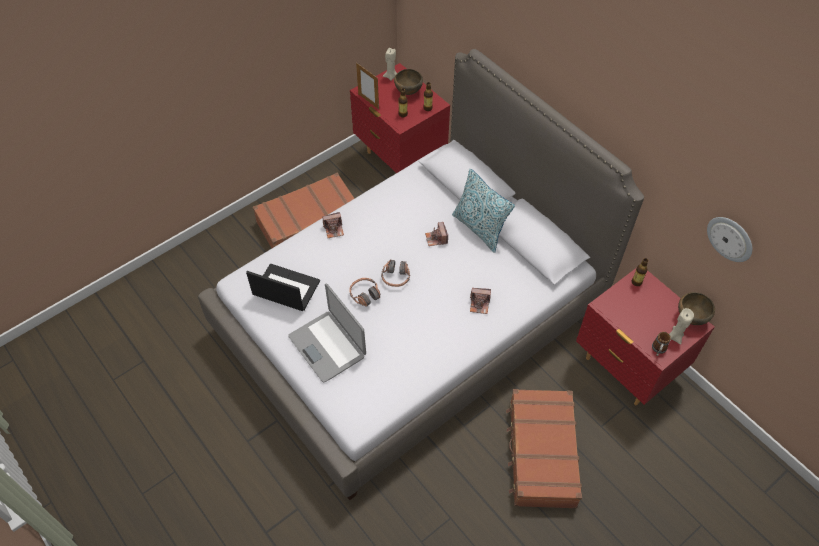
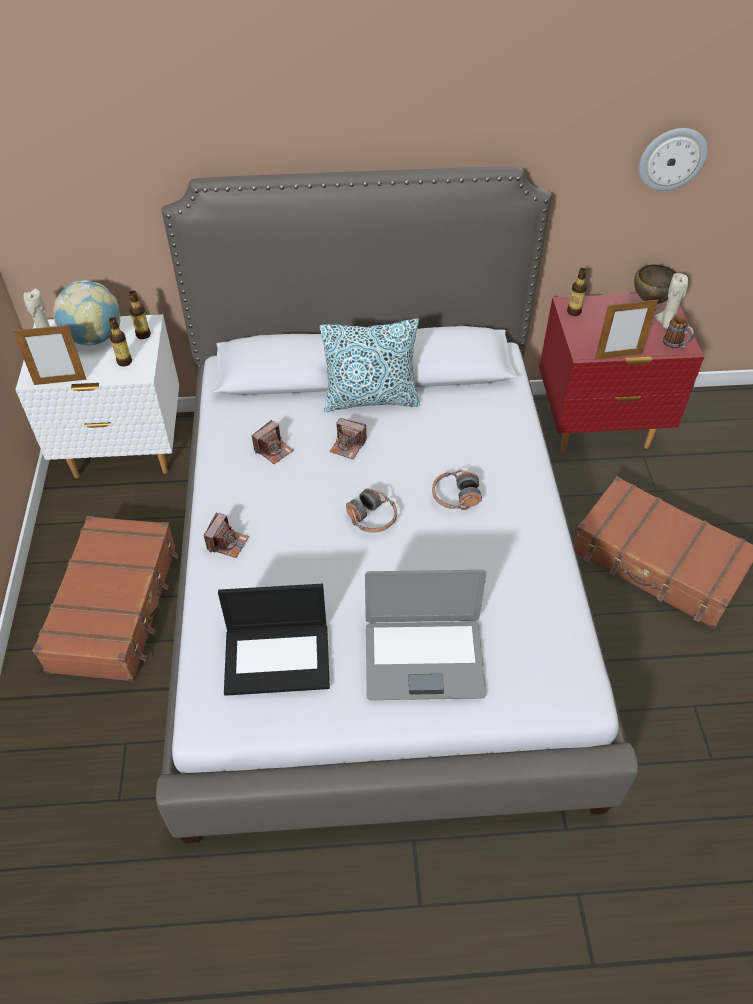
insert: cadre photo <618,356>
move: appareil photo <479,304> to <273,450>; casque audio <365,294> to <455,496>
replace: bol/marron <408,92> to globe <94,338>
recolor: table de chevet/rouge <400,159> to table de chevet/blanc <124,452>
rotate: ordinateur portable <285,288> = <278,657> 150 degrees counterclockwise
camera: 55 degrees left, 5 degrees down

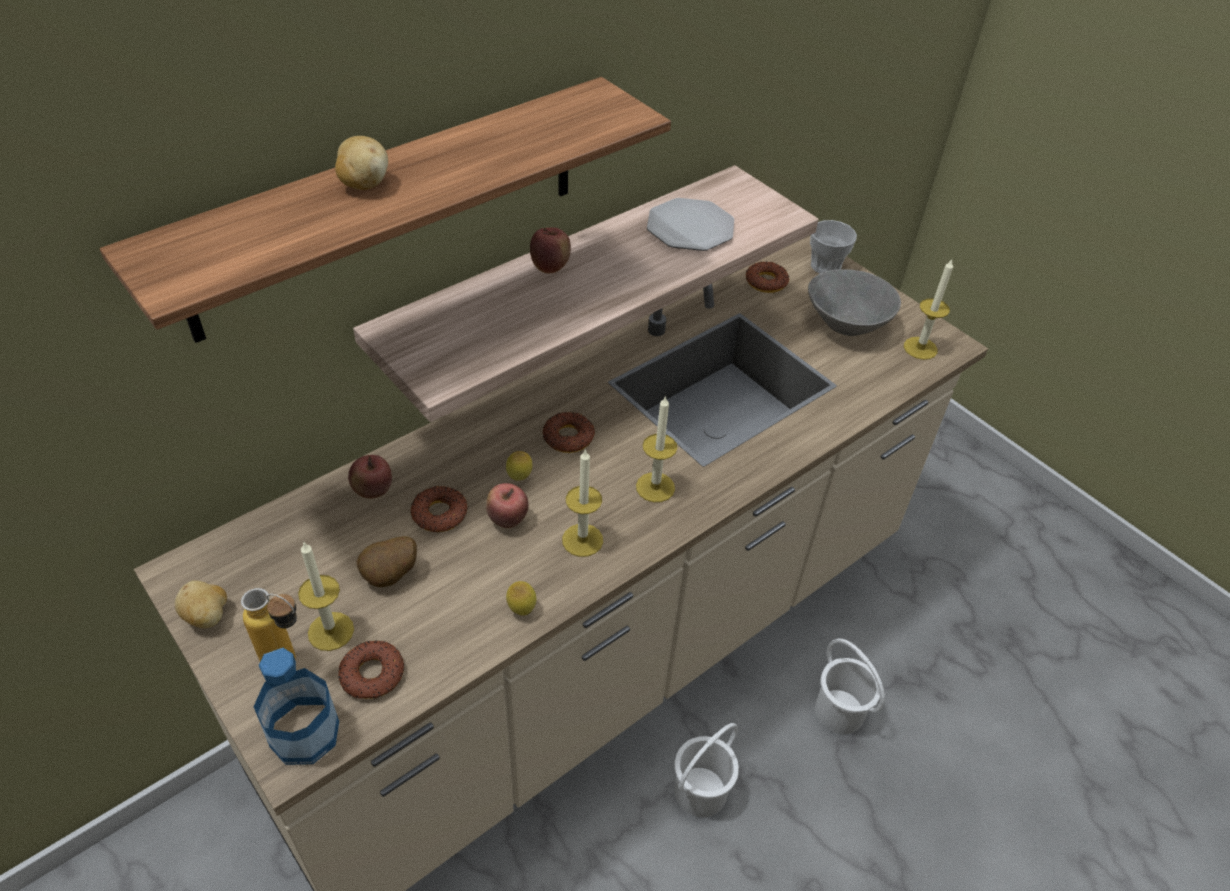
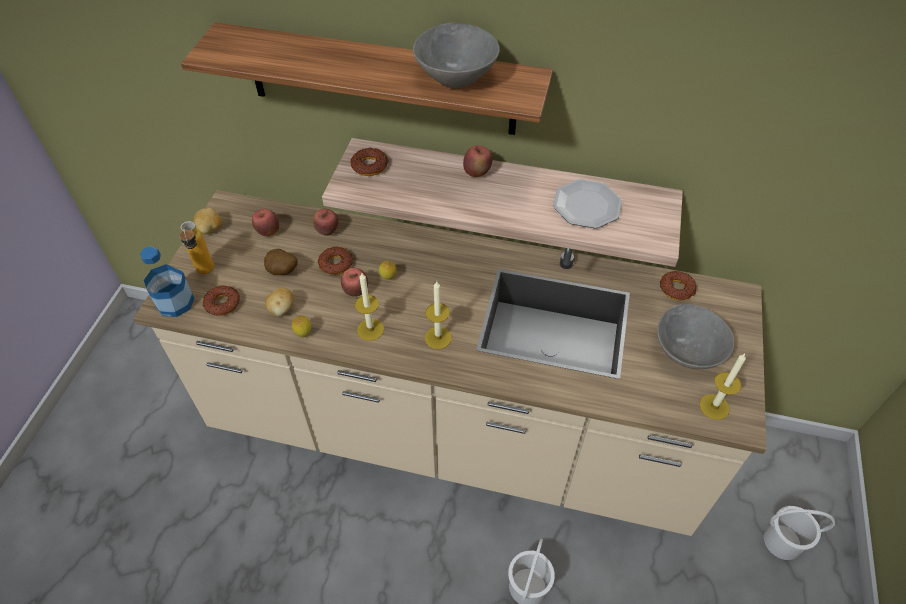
delete: bougie <331,631>; tasse <825,266>
insert: pomme <268,232>; bol/gris <456,78>
move: pomme de terre <363,184> to <282,309>; beignet <568,437> to <369,166>; seau/blanc <699,791> to <782,541>
camera: 55 degrees right, 5 degrees up

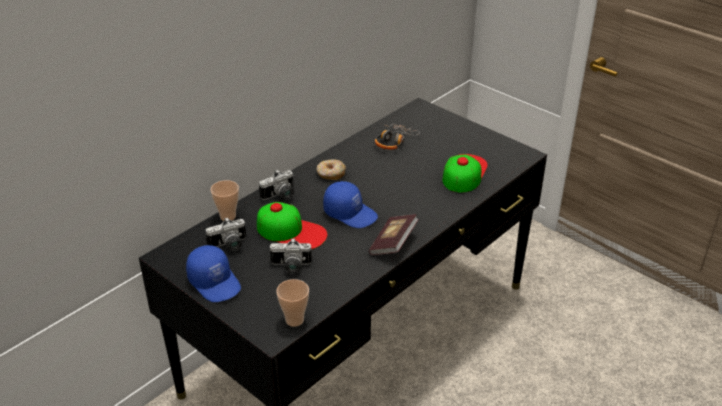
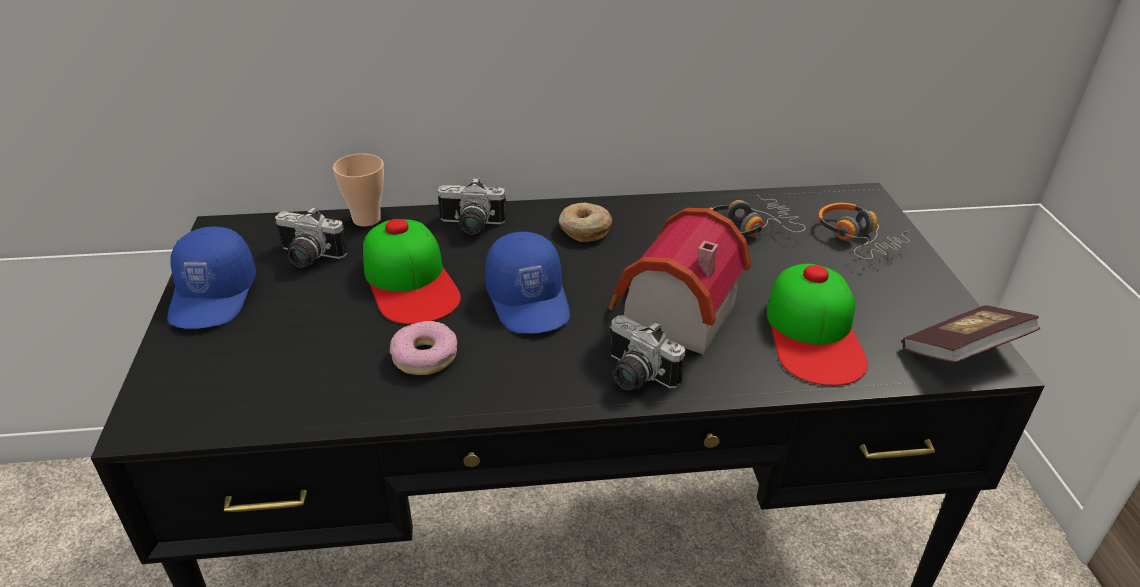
delete: tasse <294,320>
insert: beignet <424,356>; maison miniature <671,316>; casque audio <857,238>
move: appareil photo <290,267> to <634,376>; livre <393,244> to <962,352>
rotate: casquette <464,173> = <814,334> 120 degrees clockwise
camera: 40 degrees right, 0 degrees up

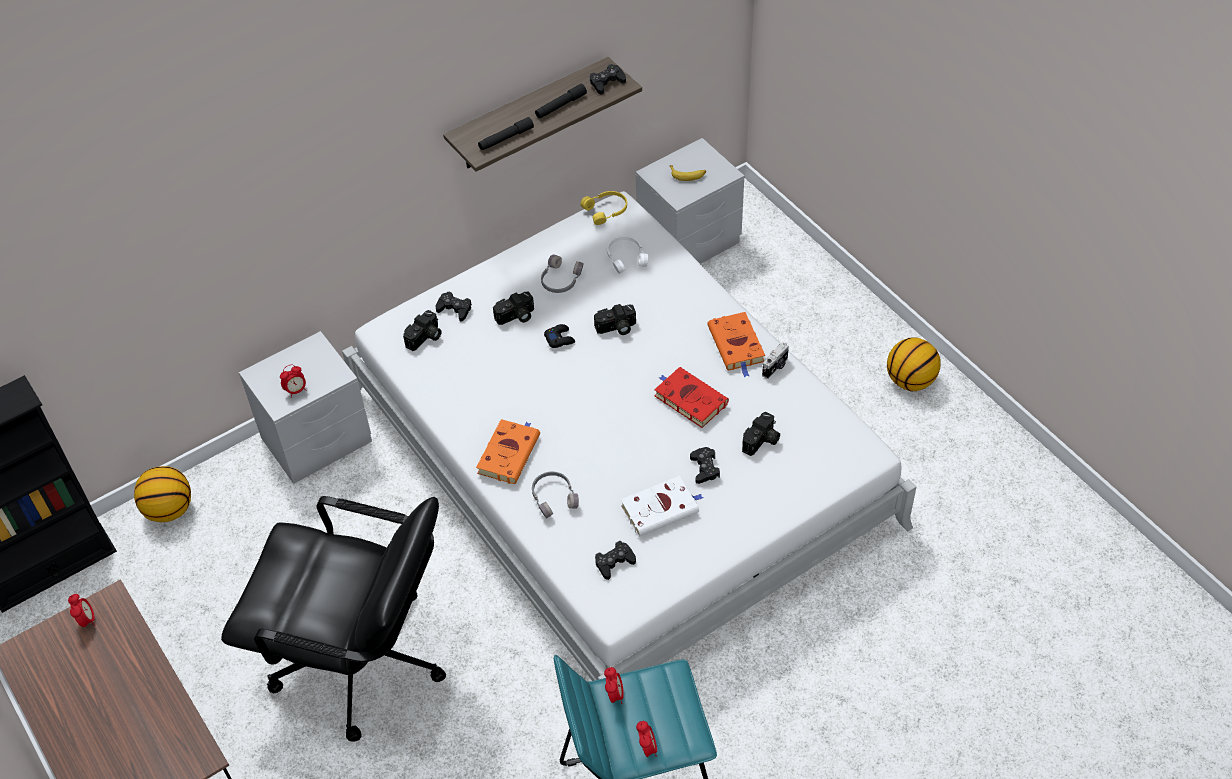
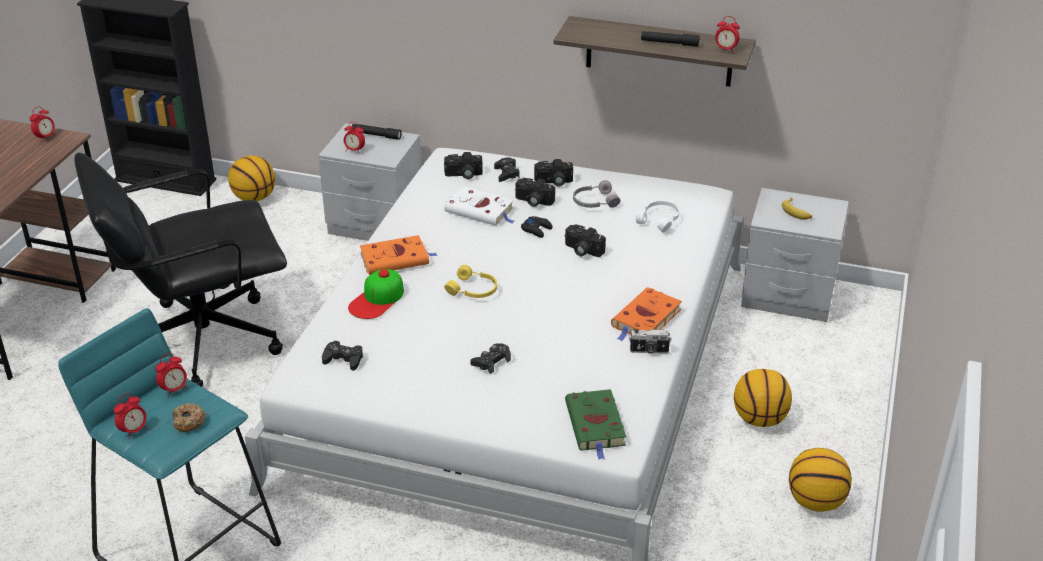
delete: livre/rouge <689,399>
insert: beignet <188,422>; livre/vert <596,426>; ballon de basket <759,419>
move: lampe de poche/noir <506,138> to <376,135>; livre/blanc <661,508> to <481,211>; casque audio/jaune <606,211> to <473,290>; appareil photo <762,441> to <553,182>
replace: casque audio/gris <554,497> to casquette <377,299>; manette/noir <607,82> to réveil <725,50>
rotate: chaise de bureau/noir <361,663> = <202,340> 90 degrees clockwise
camera: 50 degrees right, 15 degrees down

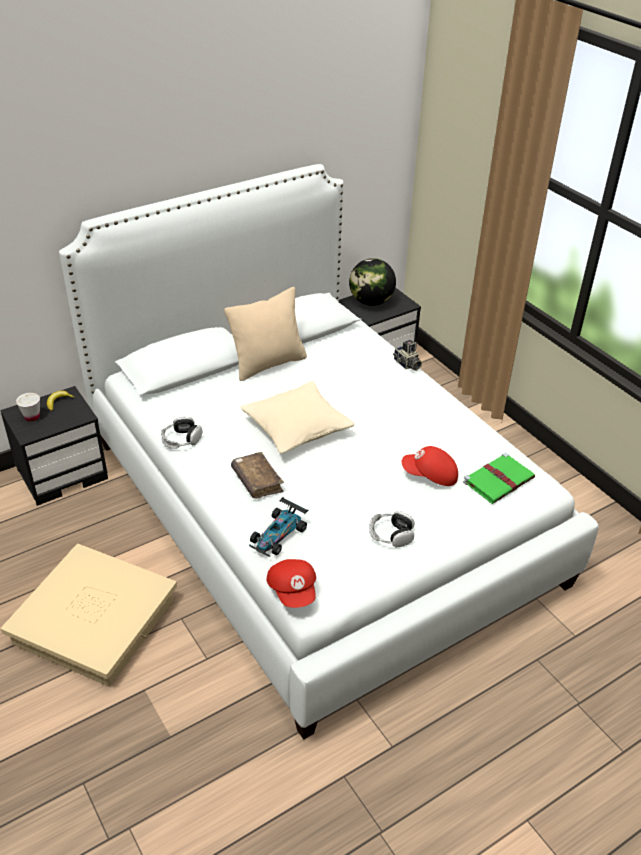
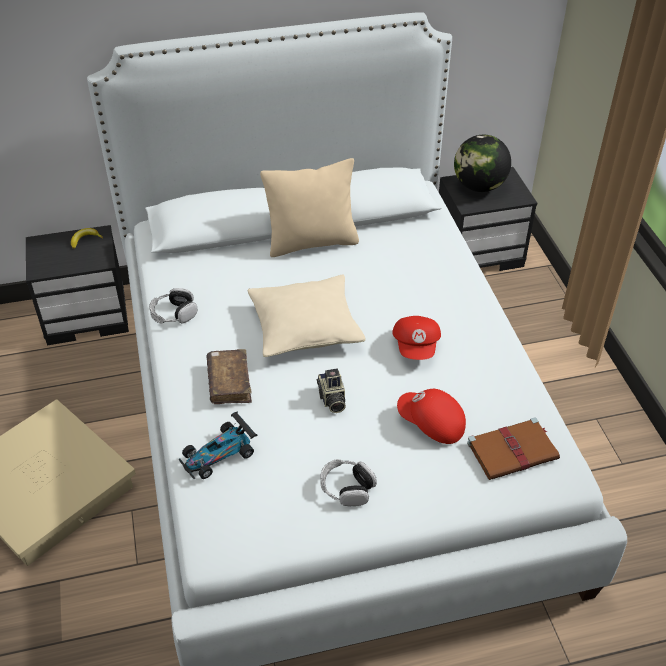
delete: tasse/blanc <32,417>
move: appareil photo <407,364> to <331,399>; casquette/rouge <293,590> to <416,346>
recolor: livre/vert <499,480> to livre/marron <513,450>
camera: 20 degrees right, 5 degrees up

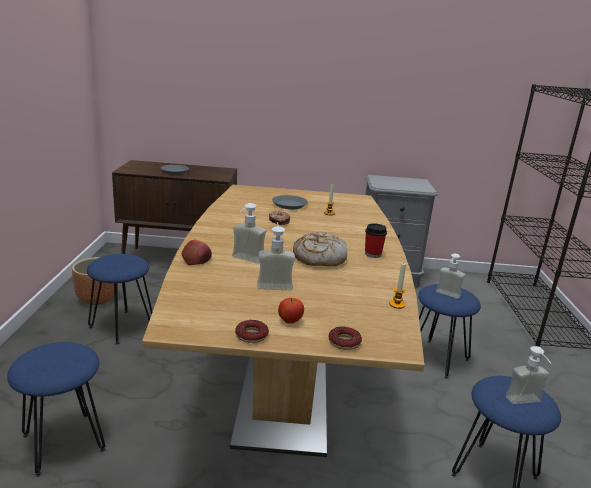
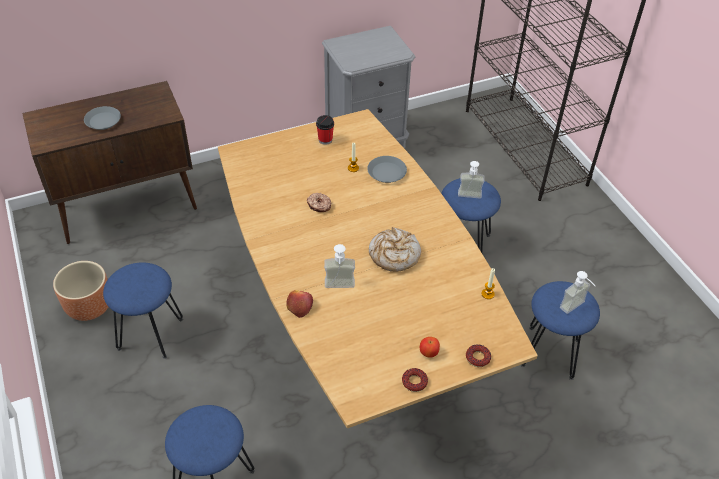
delete: distributeur de savon <274,284>
move: tasse <373,254> to <325,140>; assiette/gris <289,205> to <386,172>
camera: 25 degrees left, 25 degrees up

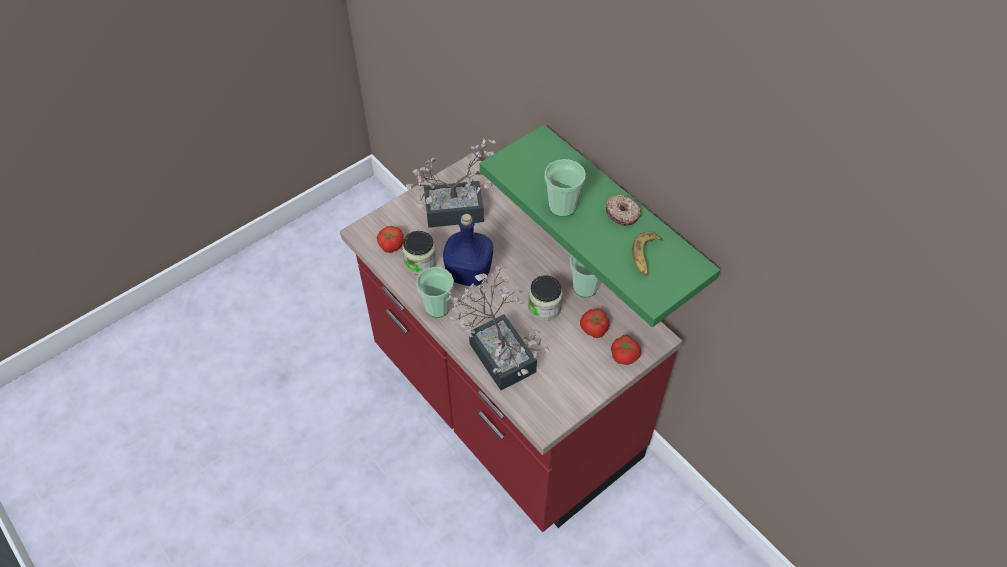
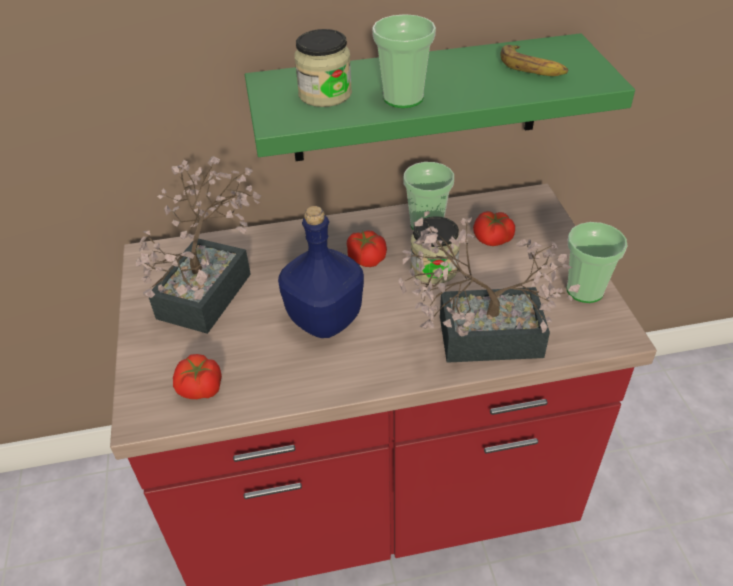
delete: beignet <622,213>
move: bocal <420,263> to <325,94>; tomate <624,355> to <367,258>; tasse <437,307> to <584,290>
camera: 60 degrees left, 10 degrees down

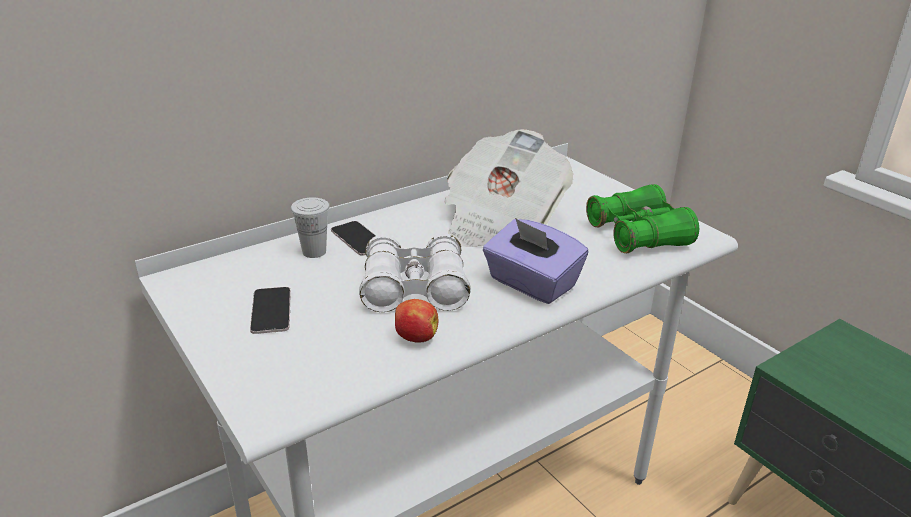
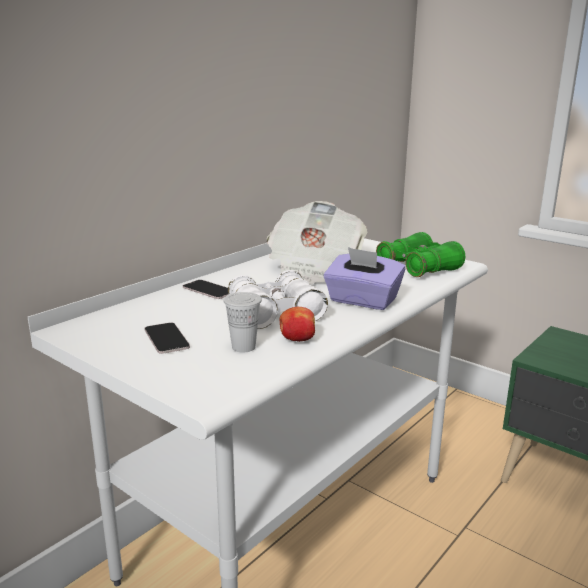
move: tasse/blanc <314,252> to <243,347>
camera: 15 degrees left, 10 degrees down

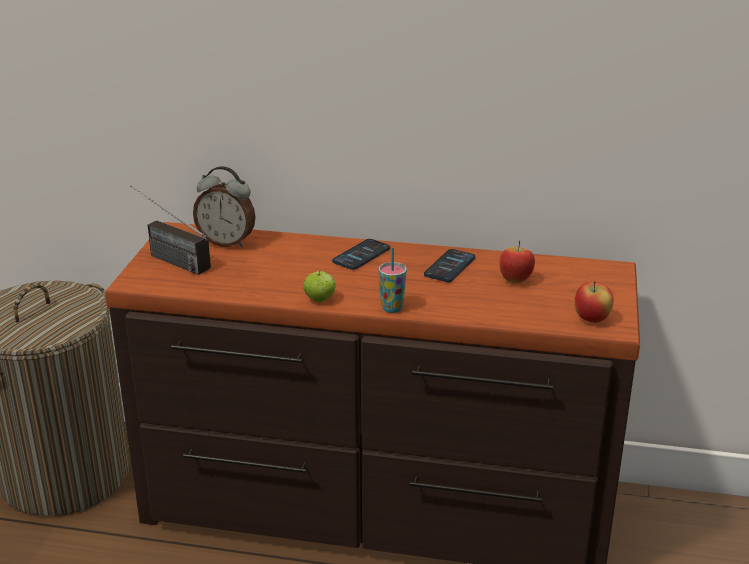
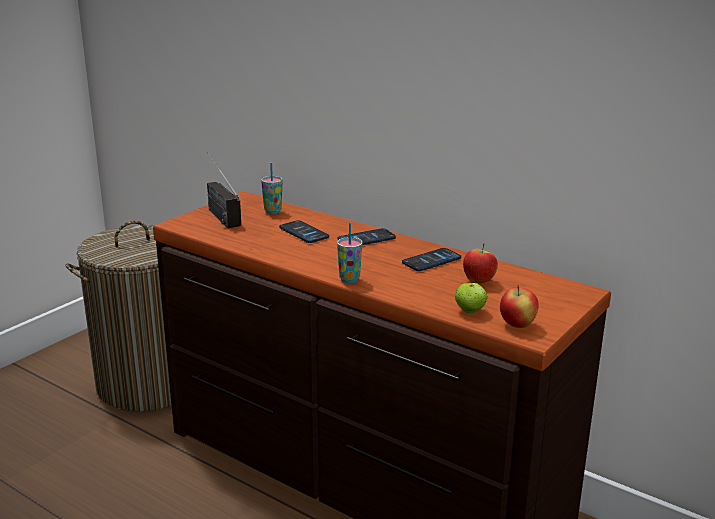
insert: téléphone <303,233>
move: pomme <319,299> to <470,311>
replace: réveil <227,242> to tasse <272,211>
camera: 25 degrees right, 5 degrees down

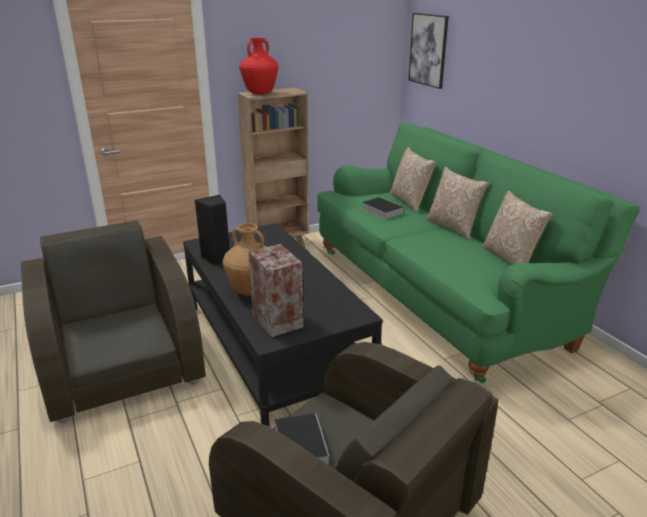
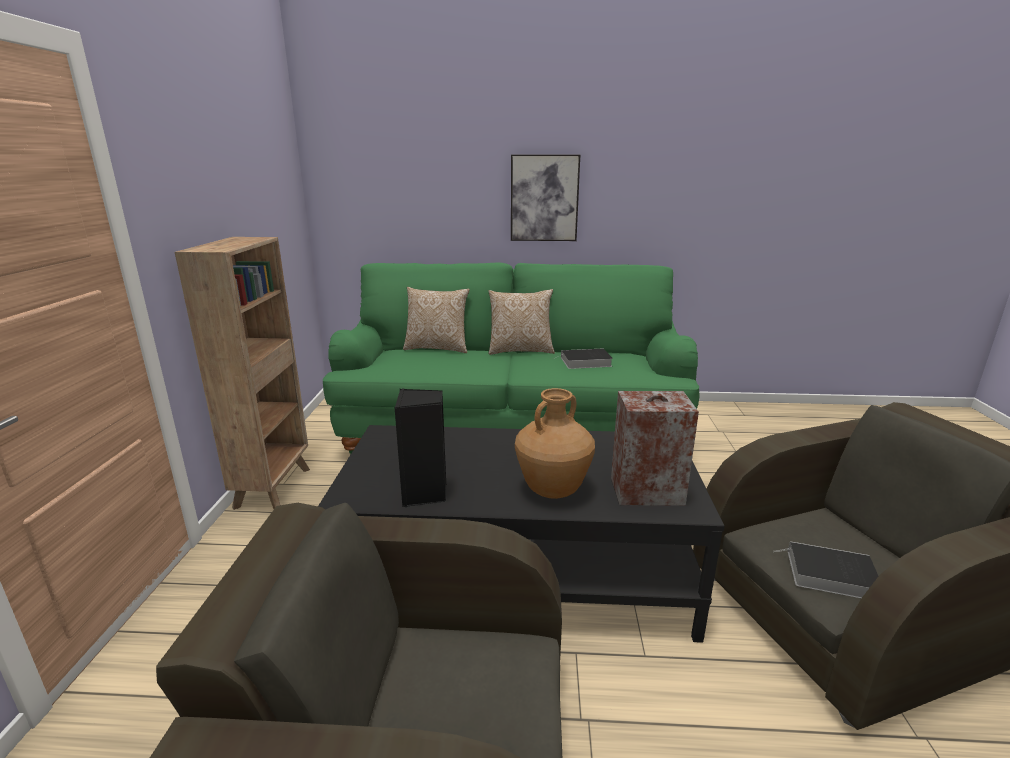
delete: vase/rouge <260,93>; coussin <510,259>
move: tableau <428,50> to <544,198>; livre <381,210> to <584,362>
camera: 60 degrees left, 5 degrees down

